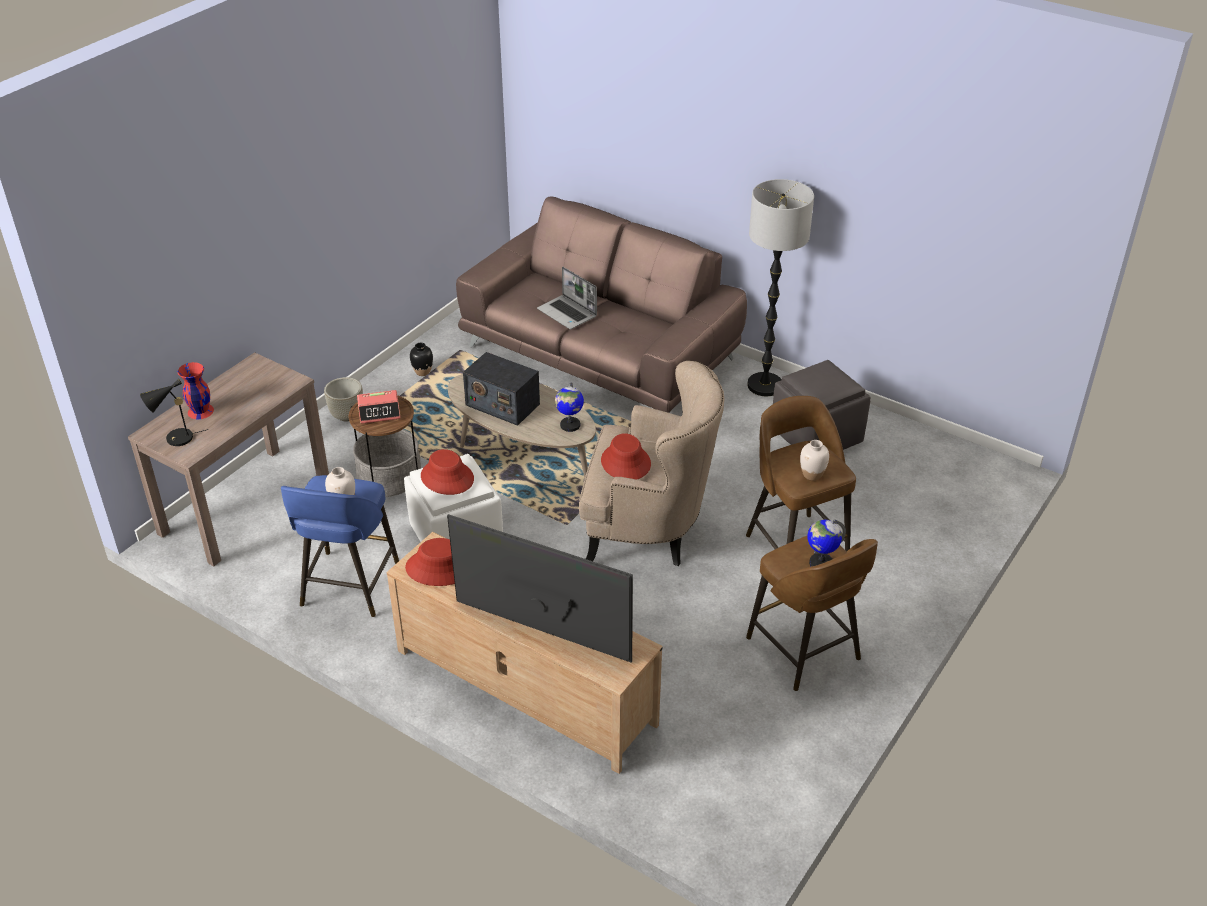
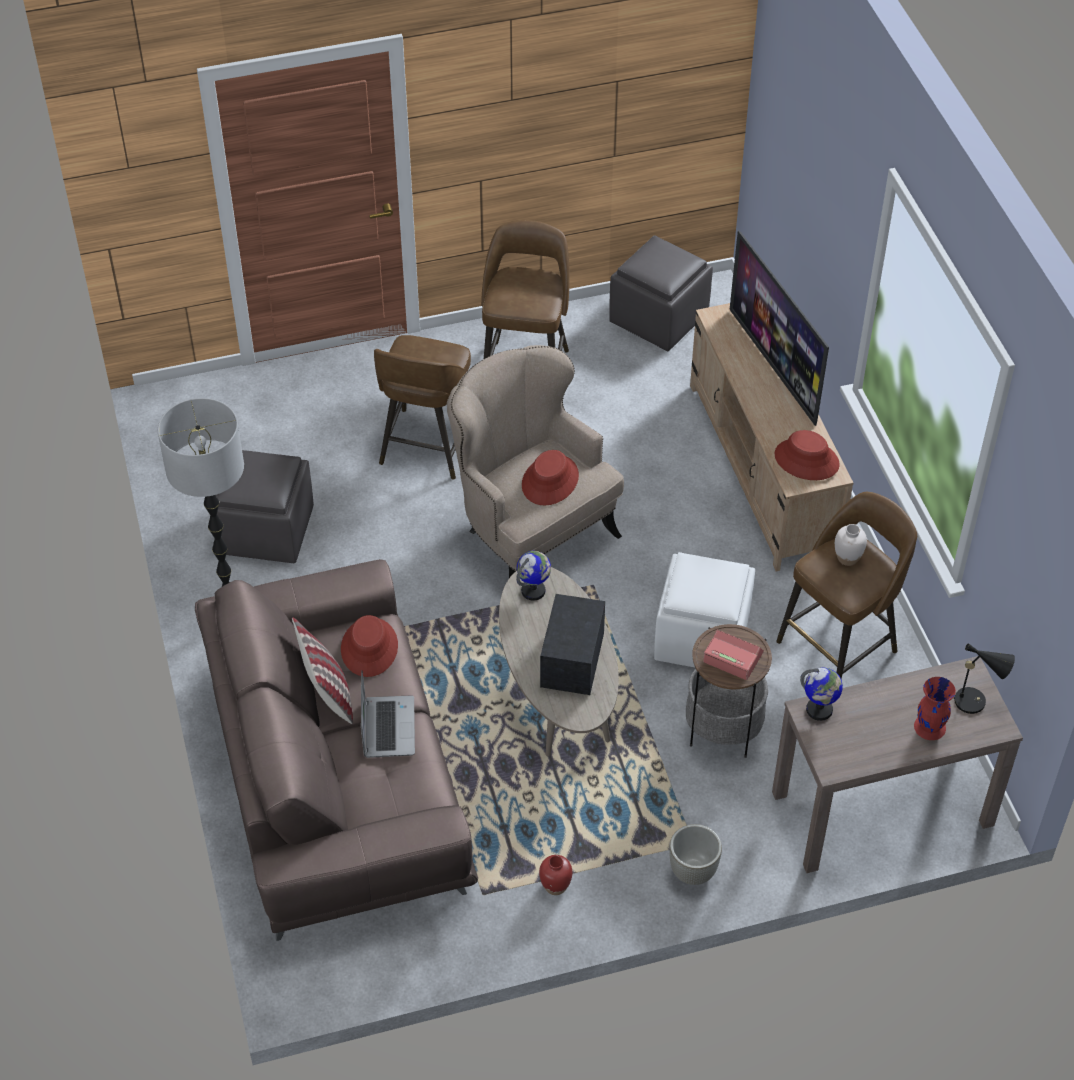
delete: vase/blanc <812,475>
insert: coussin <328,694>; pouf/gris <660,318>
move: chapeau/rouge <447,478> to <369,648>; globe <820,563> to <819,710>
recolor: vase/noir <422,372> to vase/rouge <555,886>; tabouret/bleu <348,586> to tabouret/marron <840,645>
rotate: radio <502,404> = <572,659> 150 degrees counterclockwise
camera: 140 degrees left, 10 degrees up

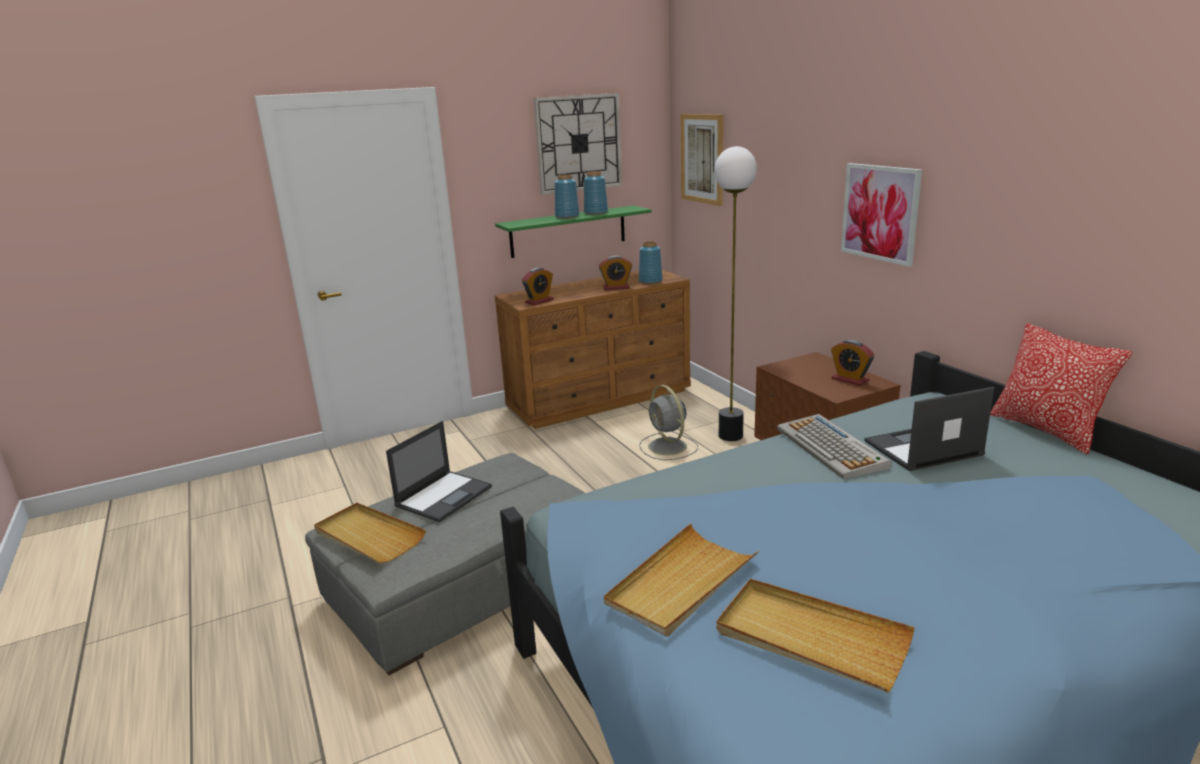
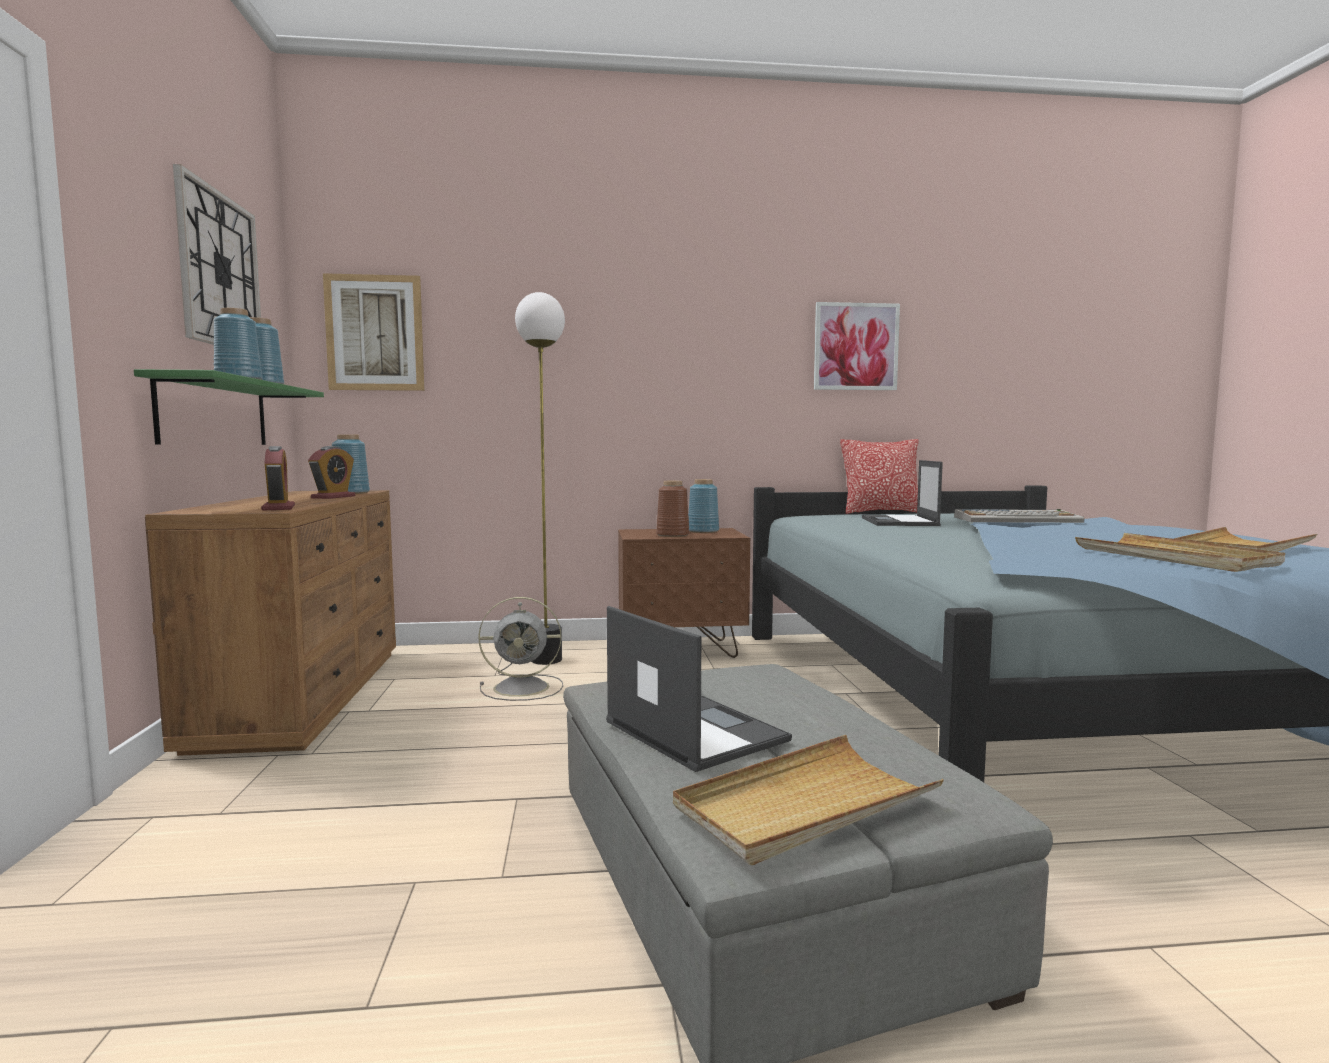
insert: vase/marron <672,535>
move: tableau <880,213> to <855,347>; clavier <832,448> to <1017,519>
replace: réveil <850,380> to vase/bleu <703,531>
camera: 70 degrees left, 15 degrees down

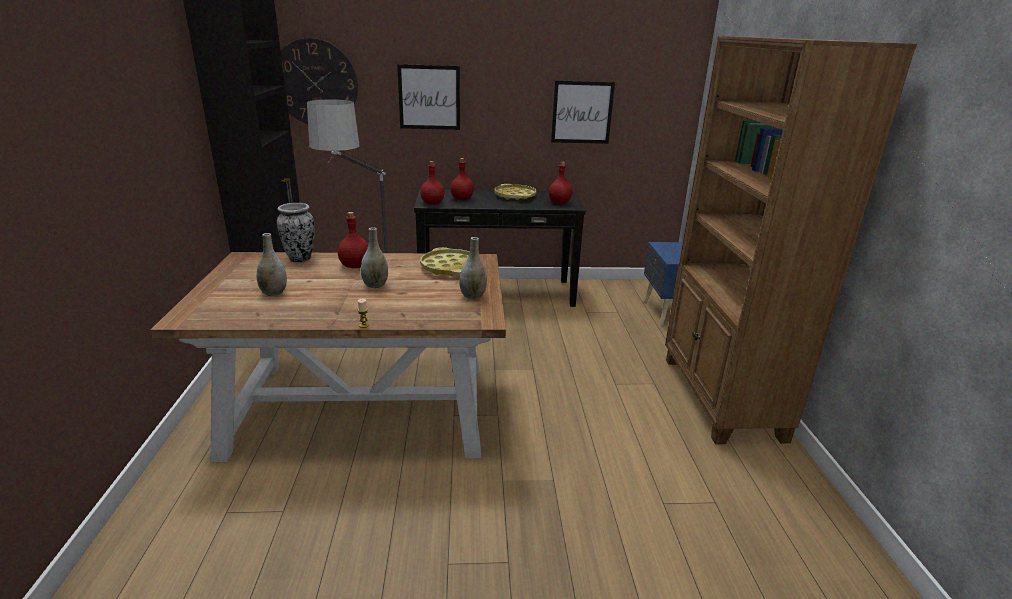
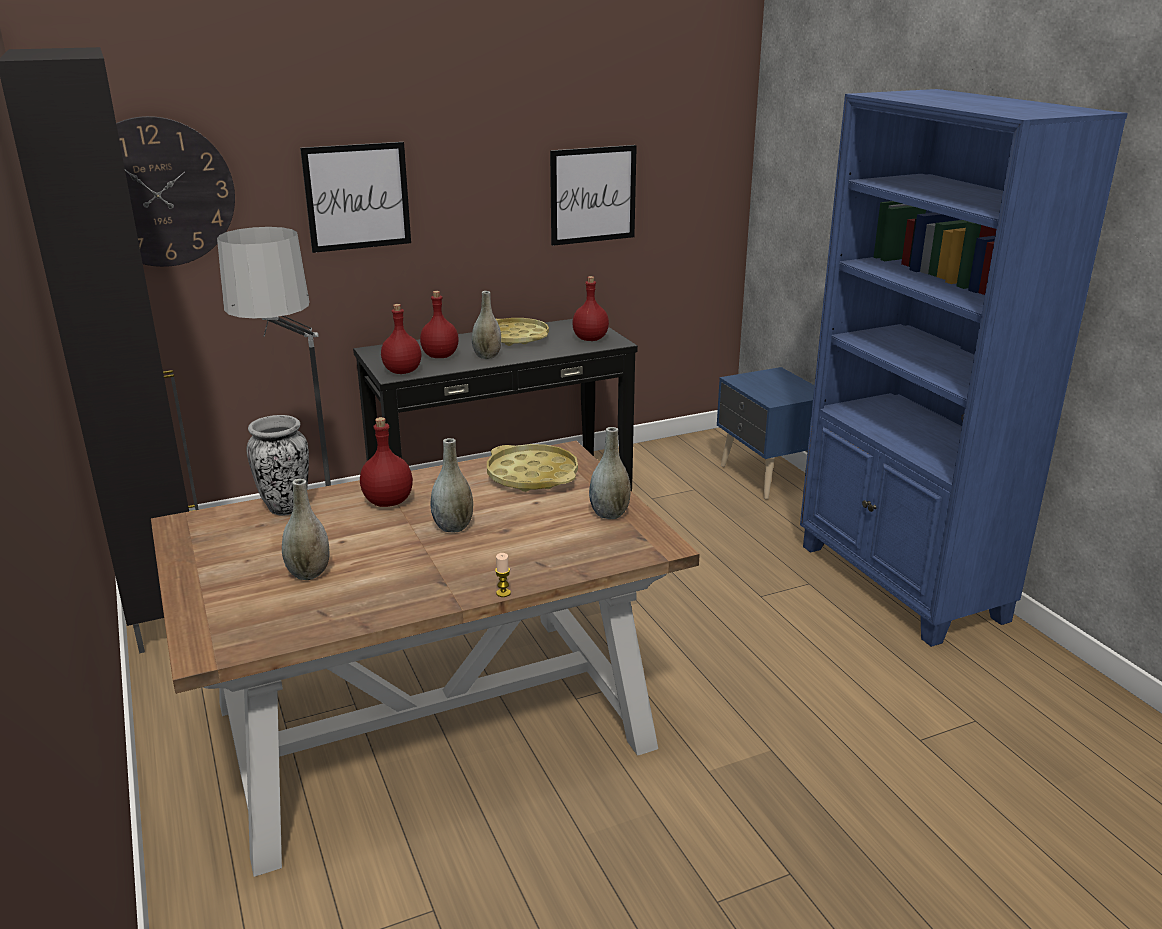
insert: vase/gris <487,356>
recolor: bibliothèque/marron <720,398> to bibliothèque/bleu <900,583>
camera: 20 degrees left, 0 degrees up

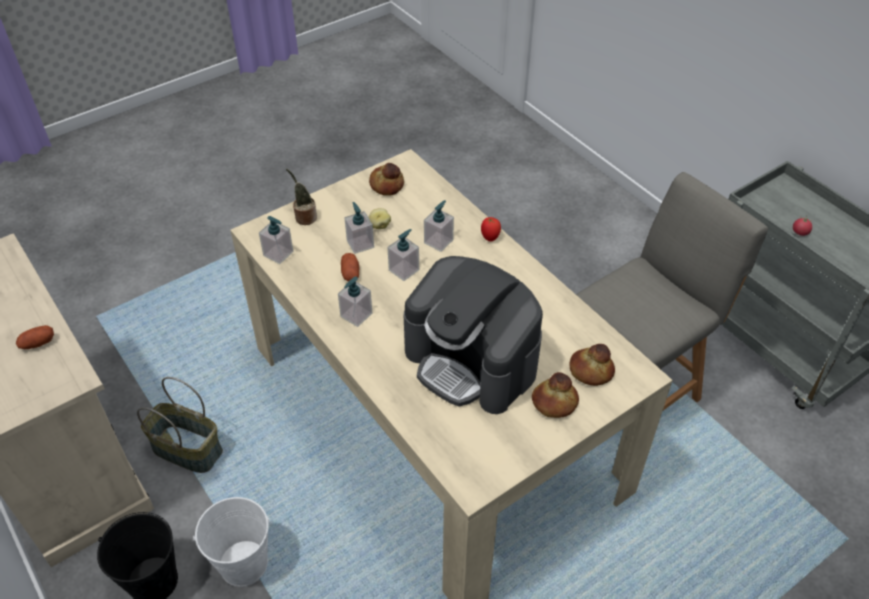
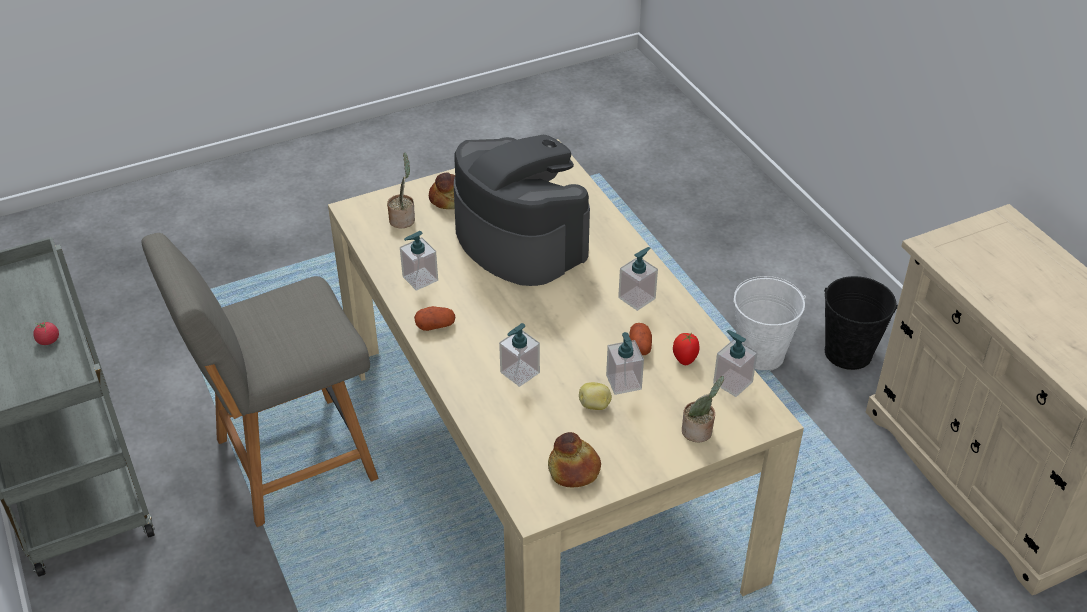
delete: panier <188,449>
move: distributeur de savon <404,270> to <420,279>; pomme de terre <38,343> to <435,325>; tomate <490,237> to <684,359>
replace: pain <590,371> to plante en pot <403,219>
camera: 170 degrees left, 5 degrees down

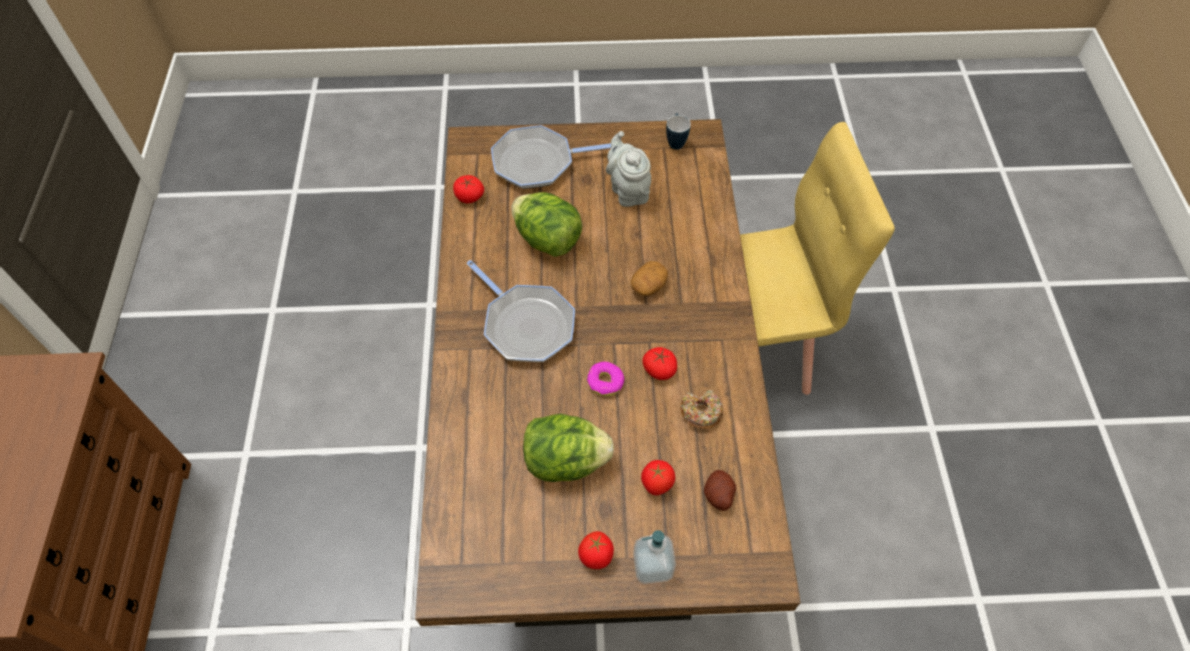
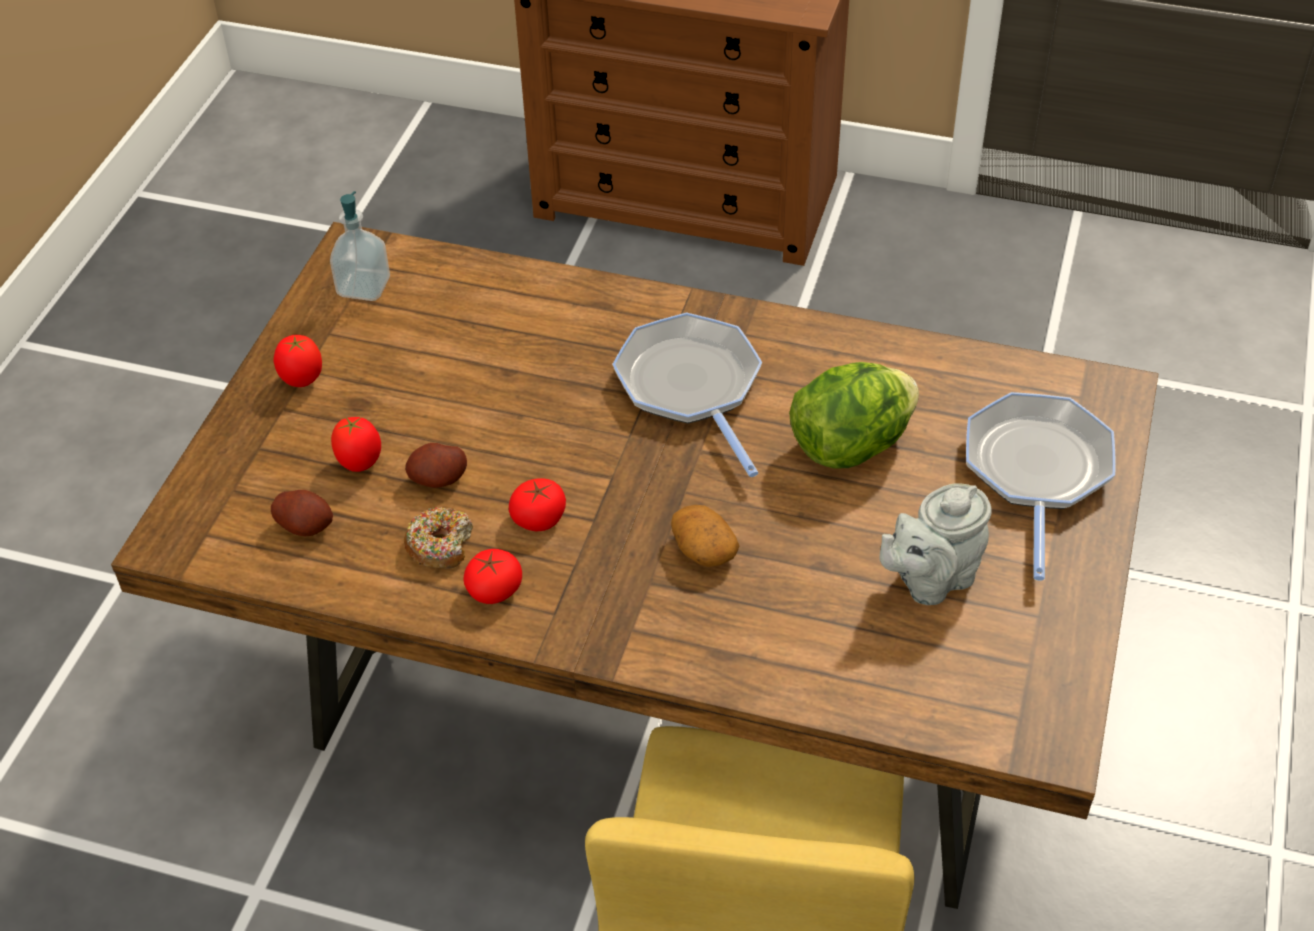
delete: laitue <565,461>; beignet <605,382>; mug <675,141>
insert: pomme de terre <438,479>
move: distributeur de savon <653,566> to <364,287>; tomate <469,196> to <494,589>
rotate: poêle <526,325> = <691,387> 90 degrees clockwise; théière/gris <628,190> = <930,579> 150 degrees clockwise
camera: 110 degrees right, 10 degrees down

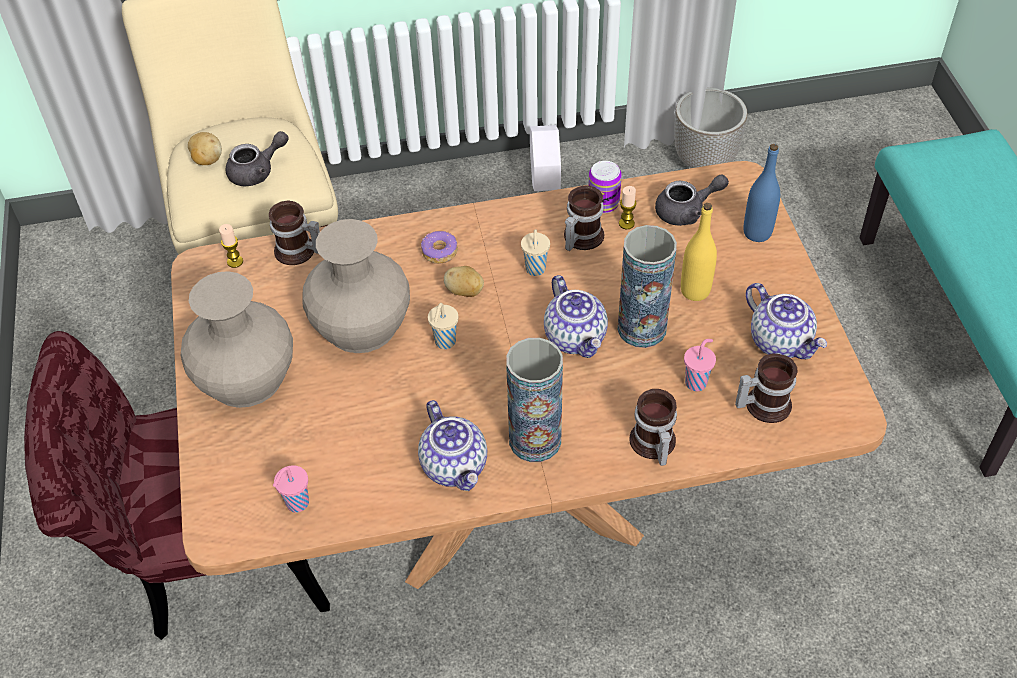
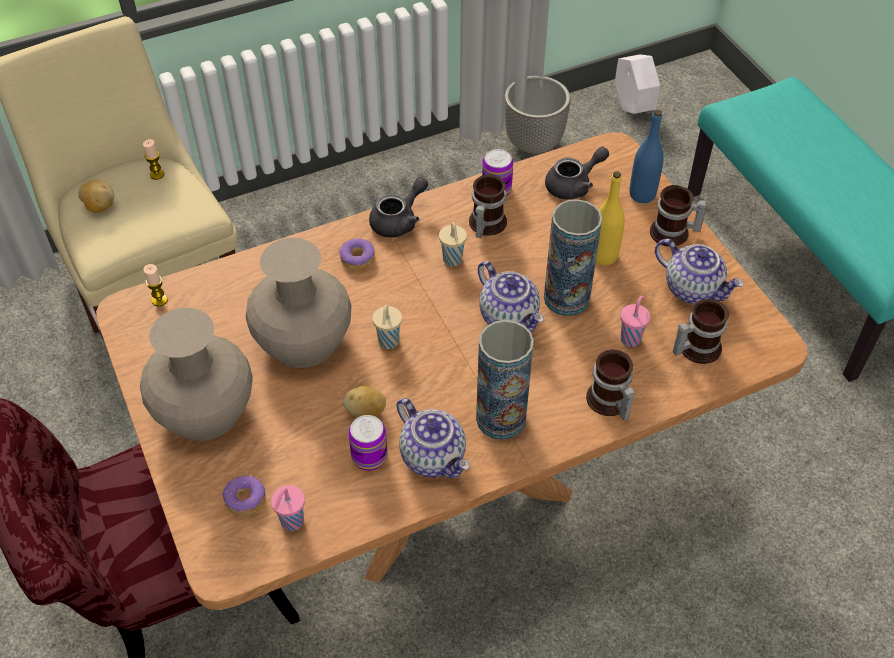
insert: beignet <245,499>; boîte métallique <369,457>
move: bougie <626,223> to <157,174>; pomme de terre <464,292> to <366,412>; théière/gris <257,172> to <399,221>; cache-pot/blanc <545,183> to <633,108>; mug <298,253> to <673,234>
camera: 15 degrees left, 0 degrees up

